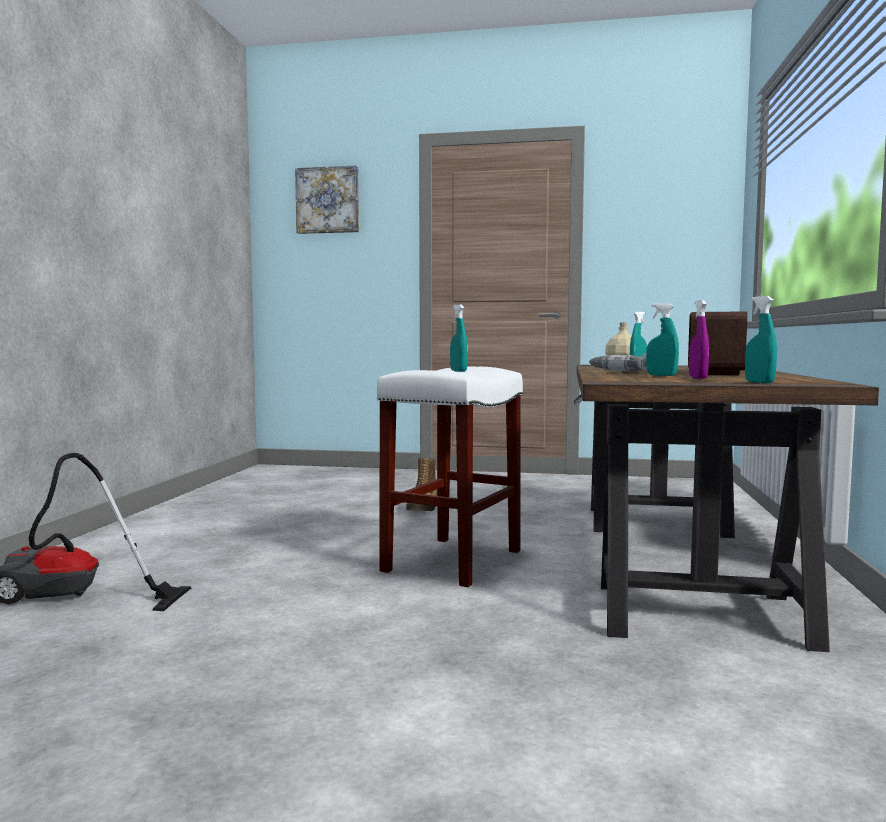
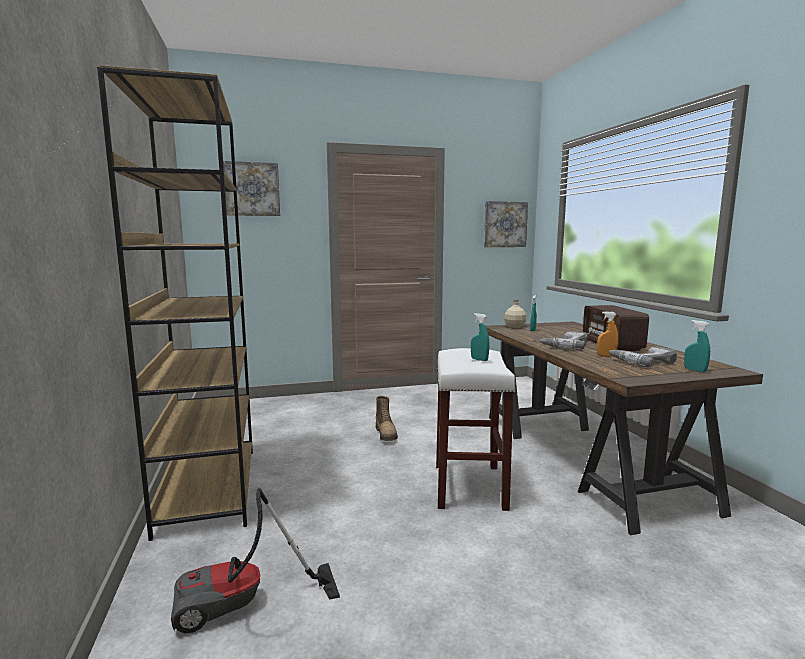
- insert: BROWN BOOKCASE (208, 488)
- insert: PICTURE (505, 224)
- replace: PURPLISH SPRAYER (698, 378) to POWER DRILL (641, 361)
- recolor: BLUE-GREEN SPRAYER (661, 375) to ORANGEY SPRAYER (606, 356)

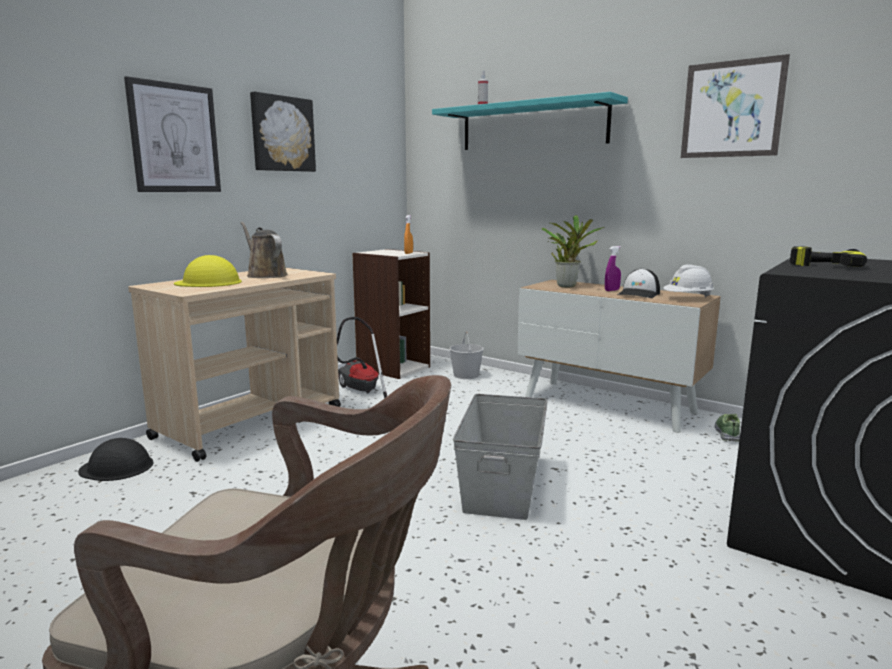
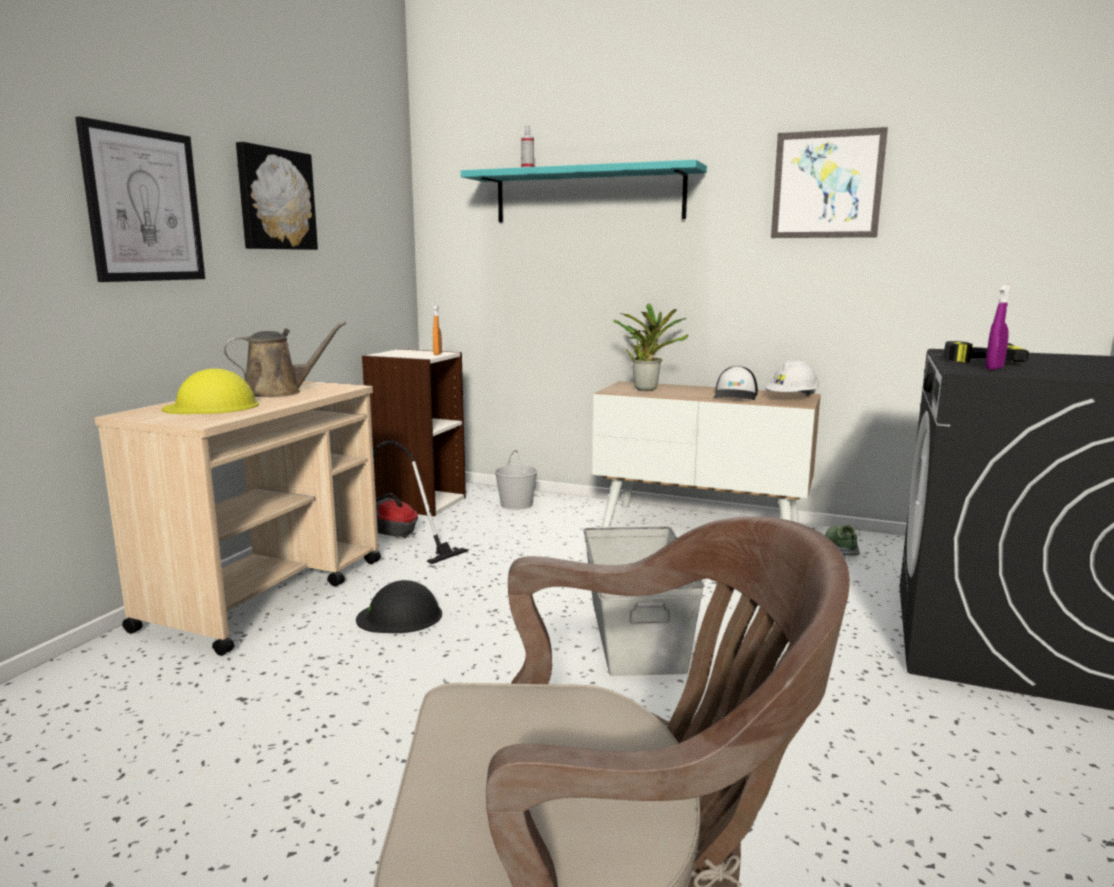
- move: BLACK-COLOURED WORK HELMET (117, 467) to (400, 616)
- move: PURPLISH SPRAYER (612, 290) to (994, 368)
- rotate: BROWN SPRINKLING CAN (265, 275) = (279, 392) 120 degrees clockwise

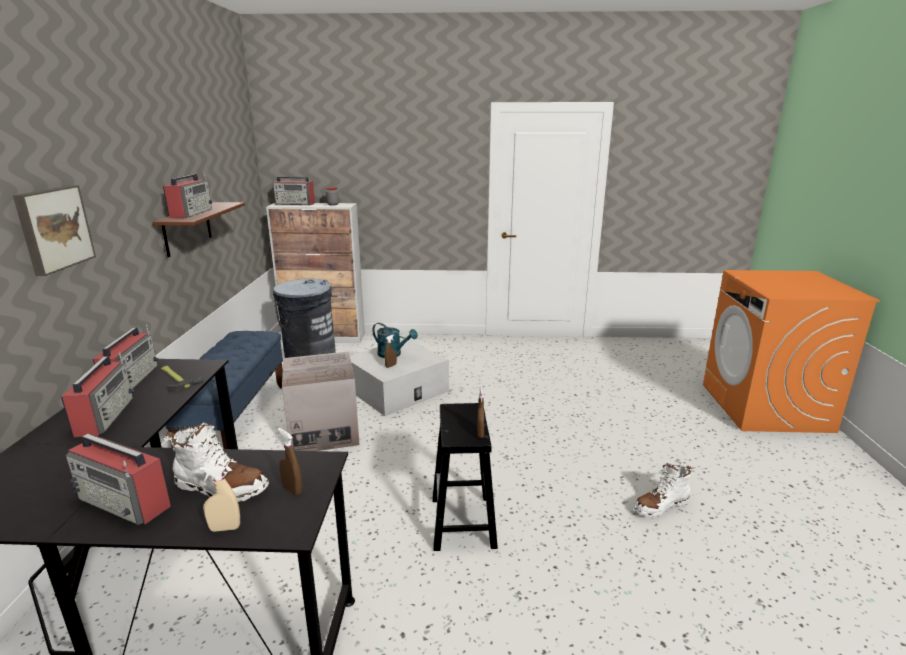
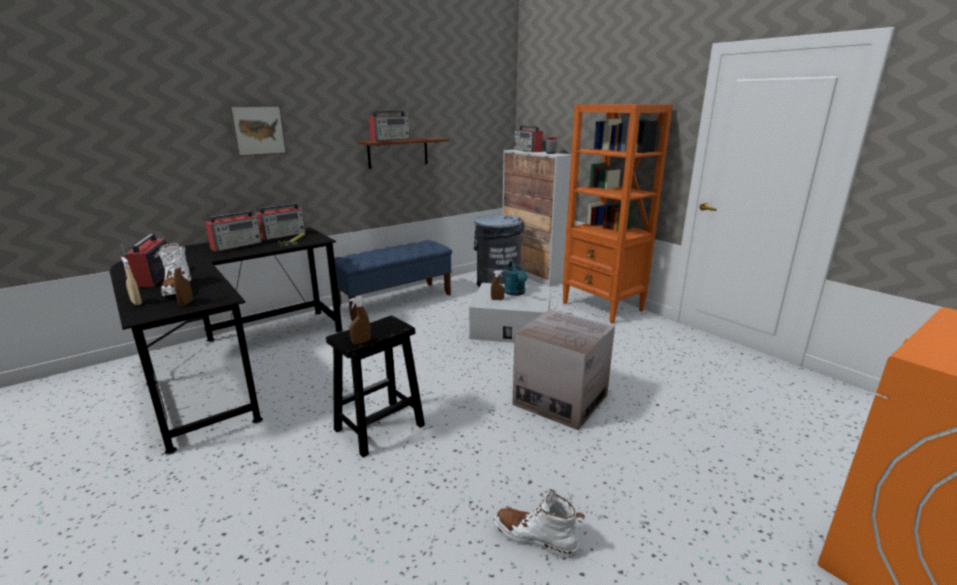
- insert: ORANGEY BOOKCASE (603, 307)
- move: CARTON (323, 432) to (560, 399)

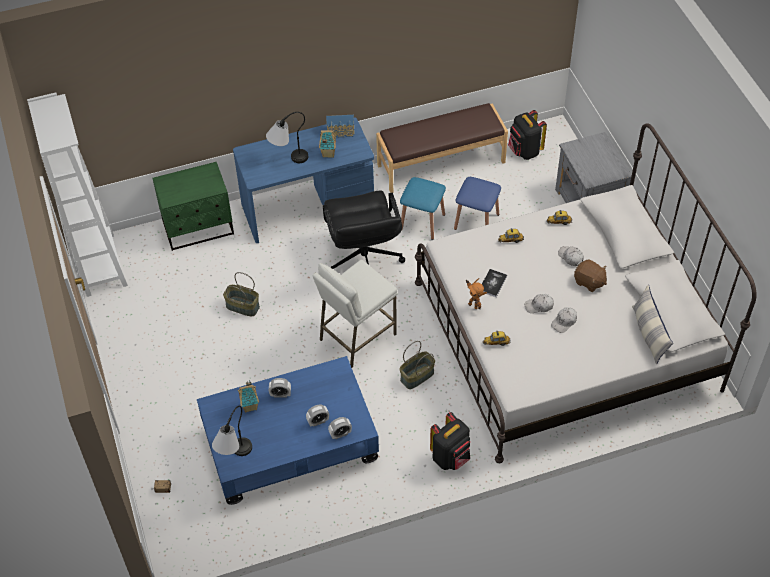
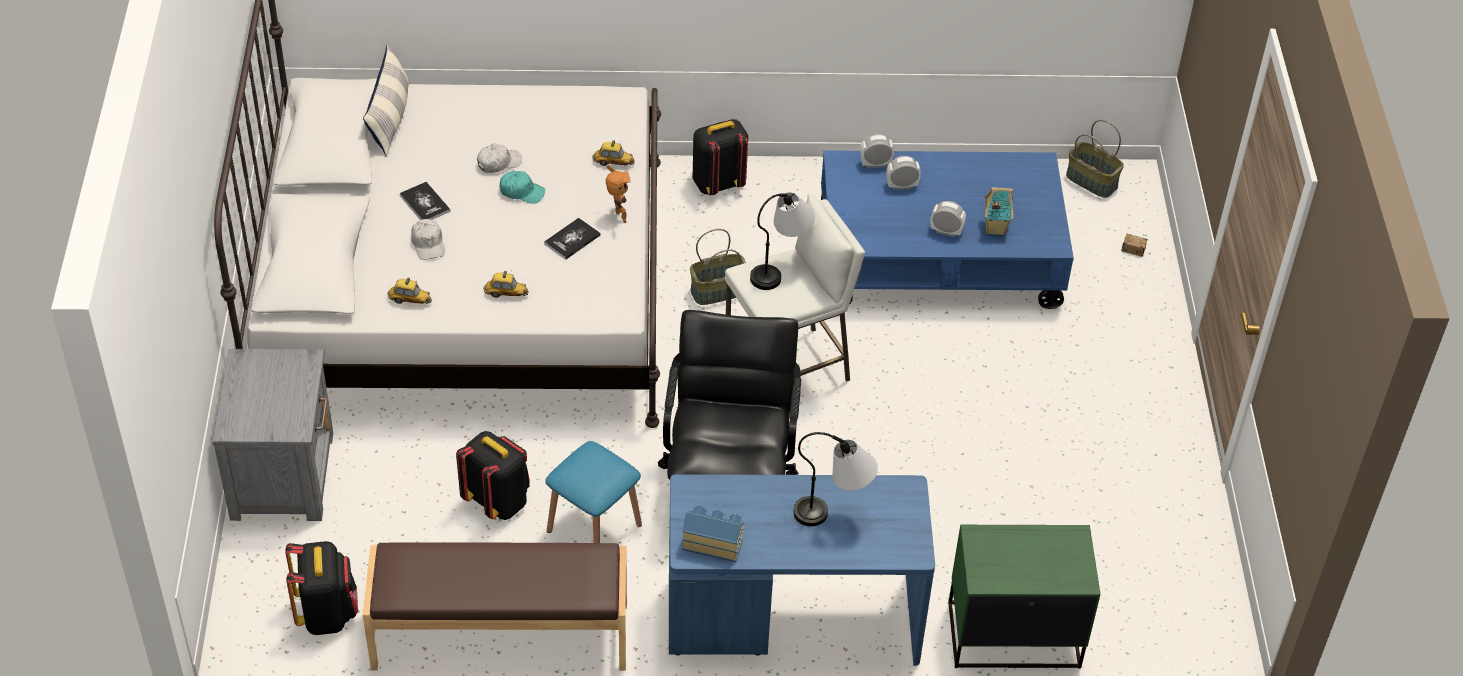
- delete: WHITISH BOOKCASE (100, 265)
- delete: TOY HOUSE (328, 153)
- move: LAMP FOR A TABLE (234, 458) to (781, 268)
- move: STORAGE BASKET (242, 307) to (1092, 181)
- replace: BLUE-COLOURED STOOL SEAT (476, 221) to BLACK-COLOURED BACKPACK (498, 501)
- replace: BROWN SOFT TOY (589, 282) to BOUND BOOK (425, 203)
- recolor: WHITISH BASEBALL CAP (539, 306) to BLUE-GREEN BASEBALL CAP (522, 192)

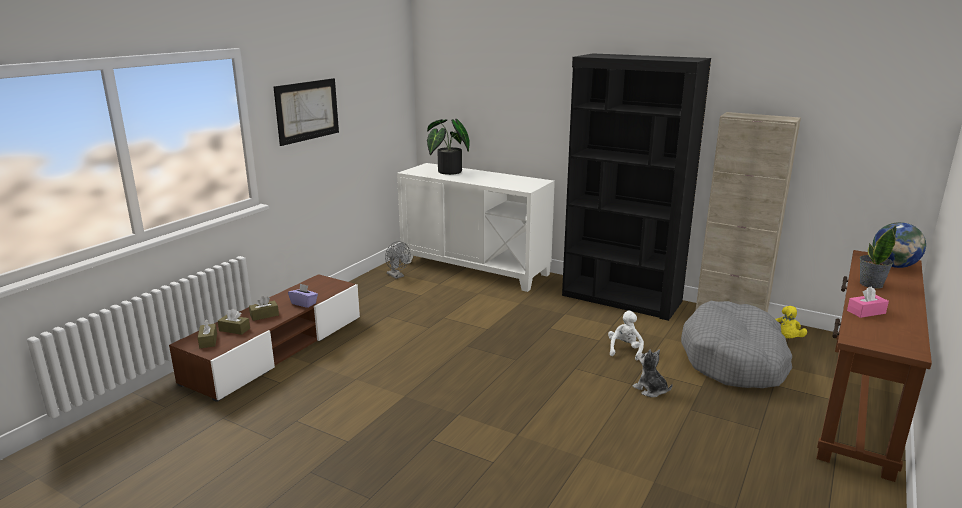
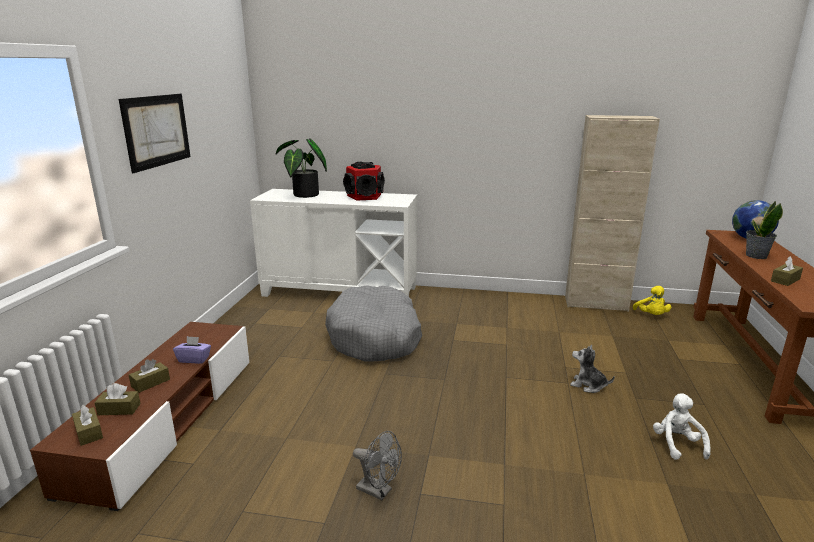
- delete: BLACK-COLOURED BOOKCASE (621, 299)
- insert: SPEAKER (365, 197)
- move: GREY COOLING FAN (397, 276) to (379, 491)
- move: WHITISH SOFT TOY (625, 350) to (677, 444)
- move: GREY PET BED (734, 360) to (375, 337)
- recolor: PINK TISSUE BOX (866, 312) to BROWN TISSUE BOX (785, 280)

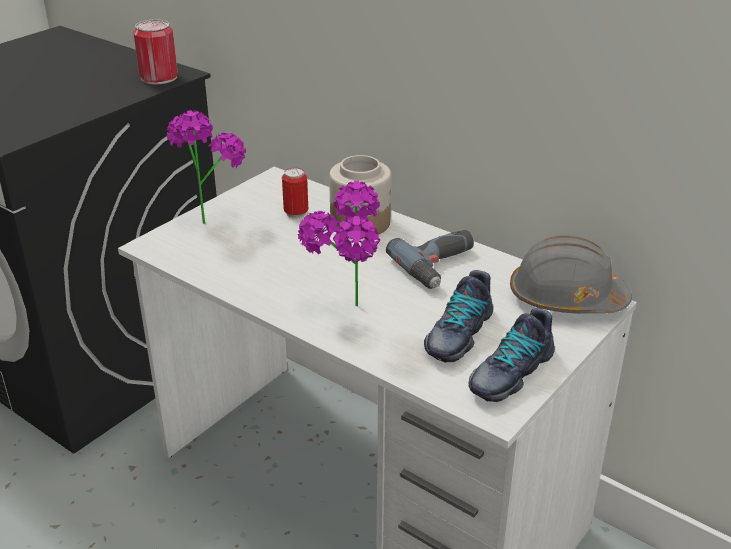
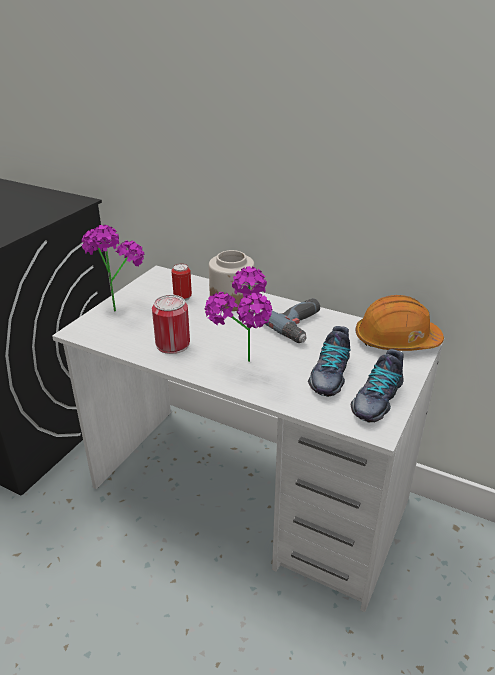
- move: METAL CAN (159, 77) to (173, 344)
- recolor: GREY WORK HELMET (566, 299) to ORANGEY WORK HELMET (396, 341)

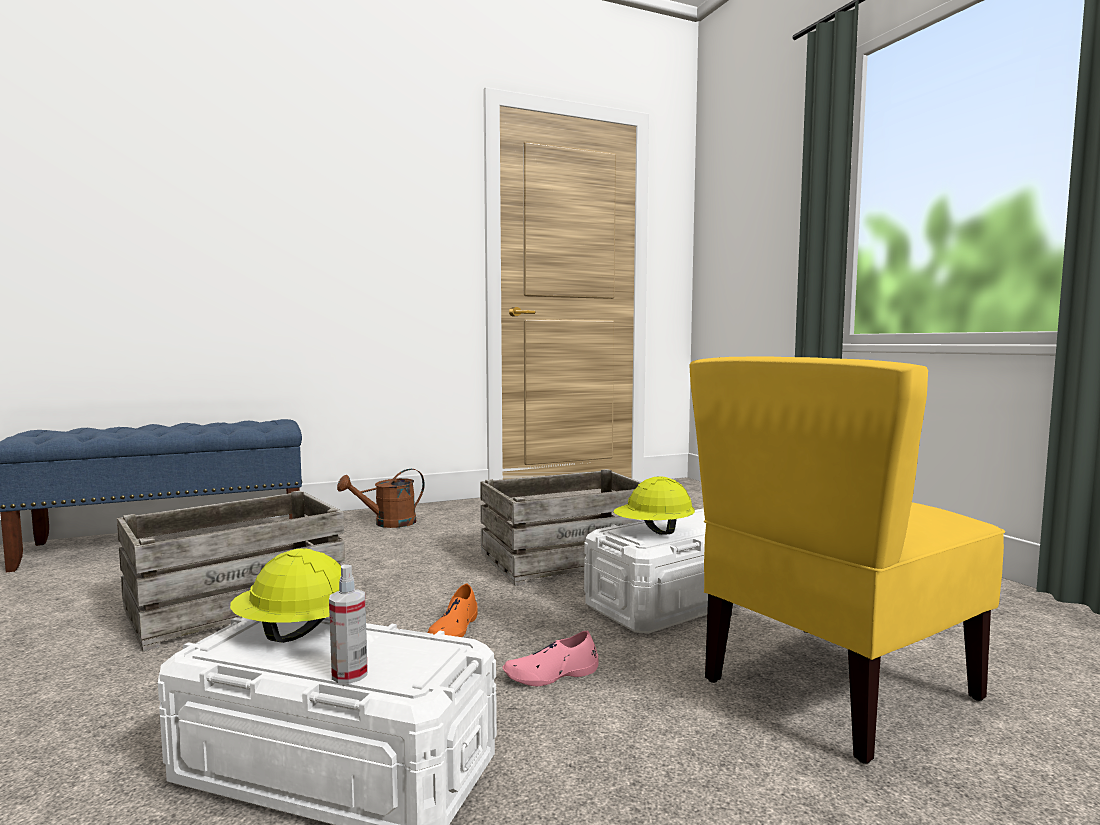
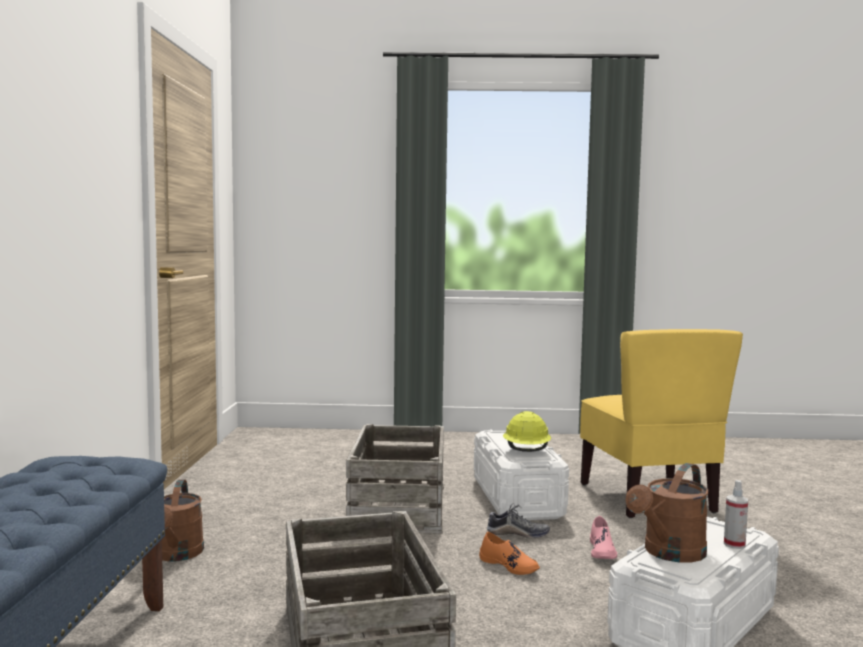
- insert: LOW SHOE (517, 534)
- replace: YELLOW-COLOURED WORK HELMET (295, 633) to BROWN SPRINKLING CAN (669, 554)

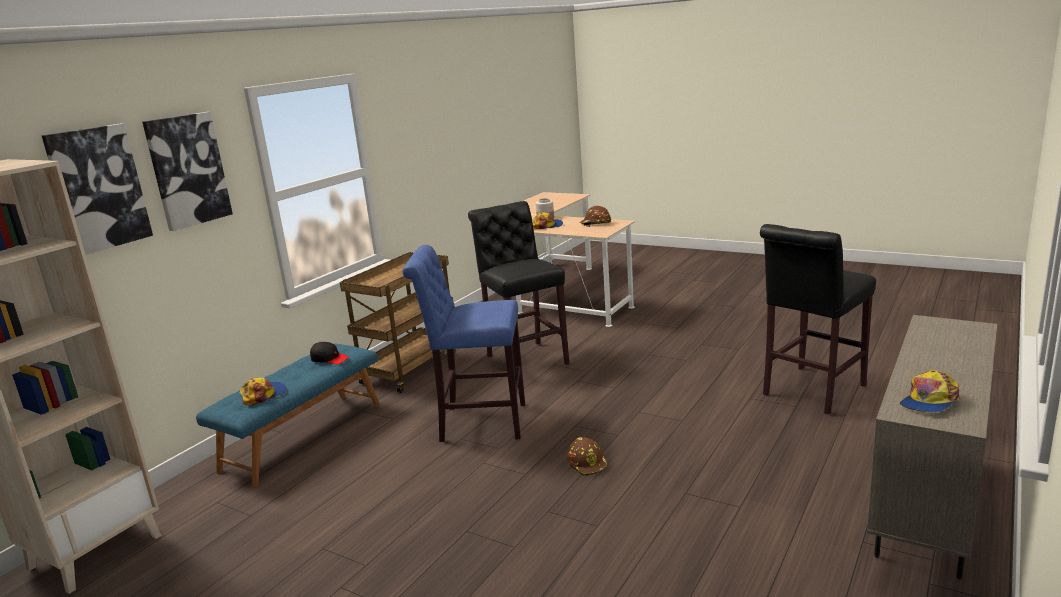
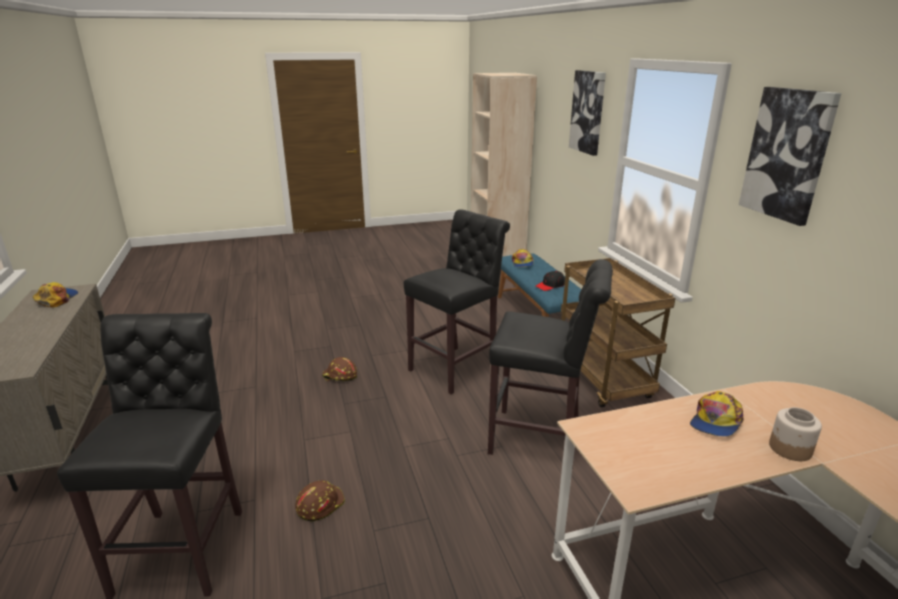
- move: PICTURE (98, 188) to (787, 154)
- move: BROWN WORK HELMET (595, 224) to (320, 504)
- recolor: BLUE-COLOURED STOOL SEAT (478, 423) to BLACK-COLOURED STOOL SEAT (456, 368)

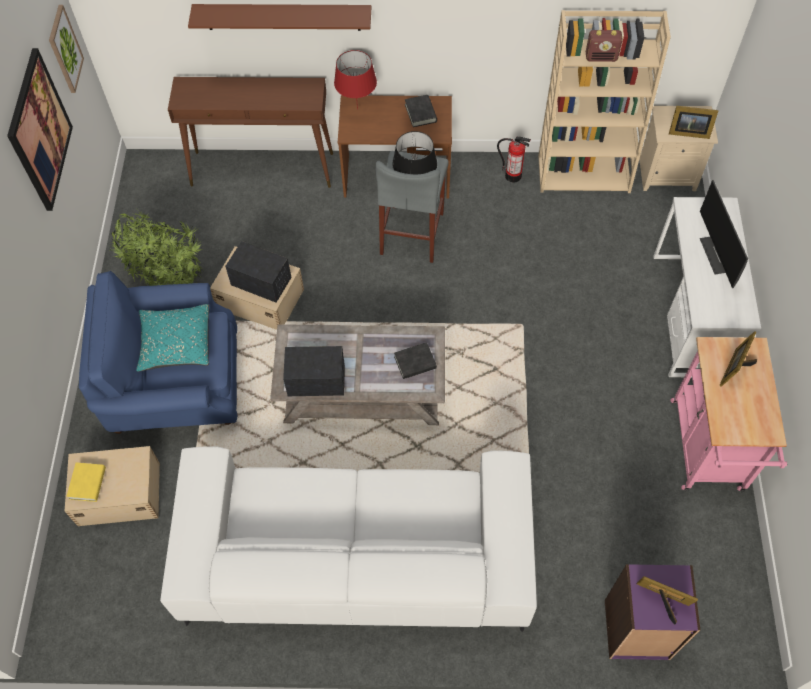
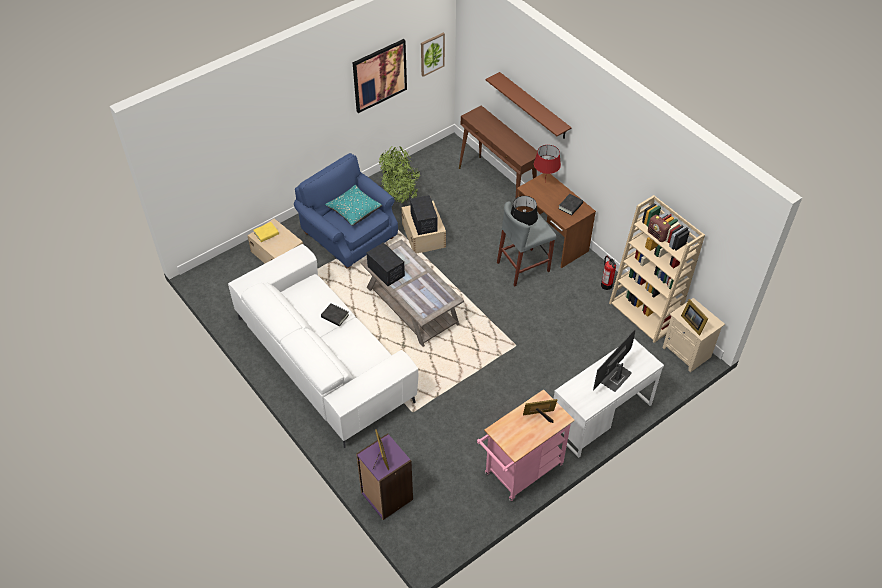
- move: BLACK-COLOURED BOUND BOOK (415, 363) to (335, 316)

